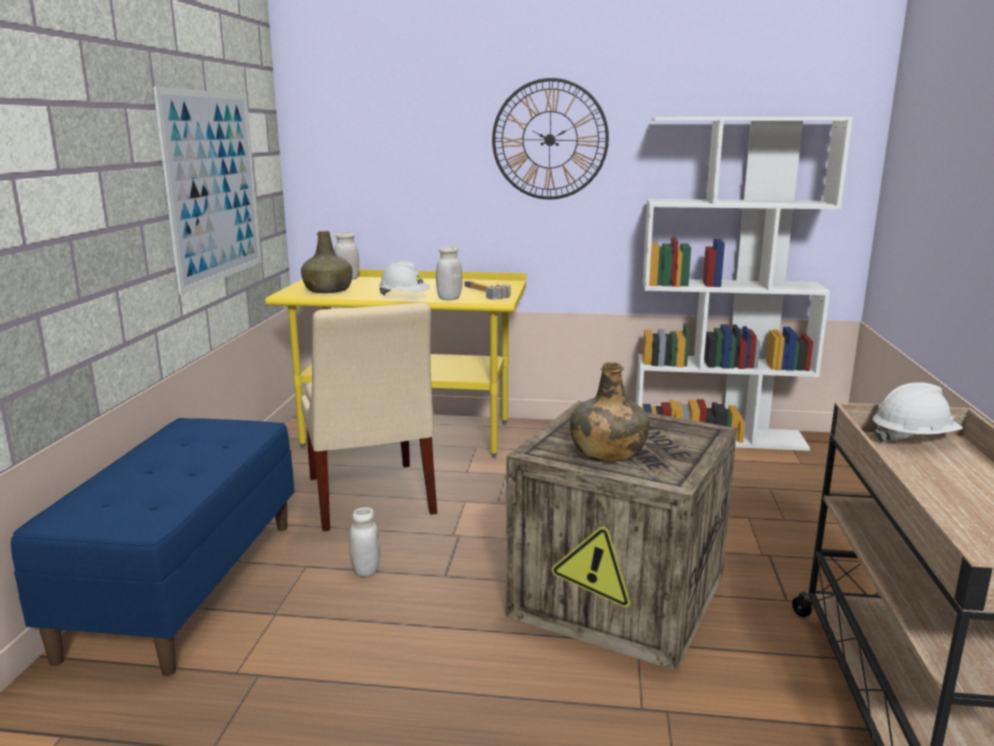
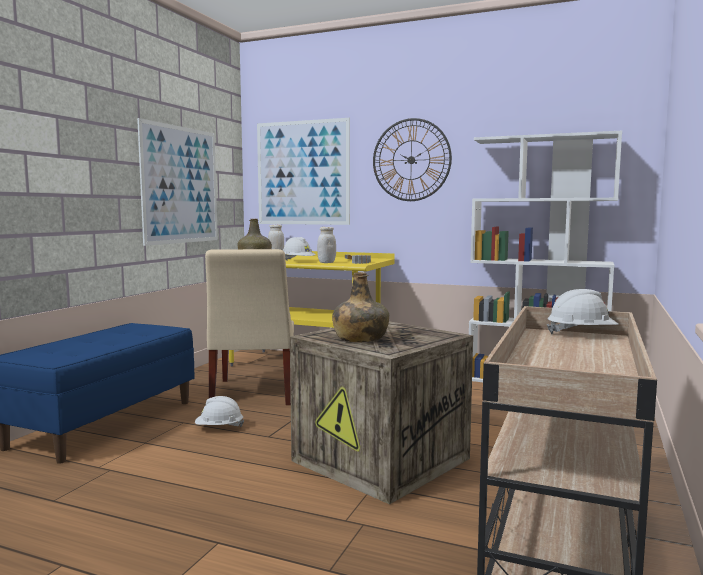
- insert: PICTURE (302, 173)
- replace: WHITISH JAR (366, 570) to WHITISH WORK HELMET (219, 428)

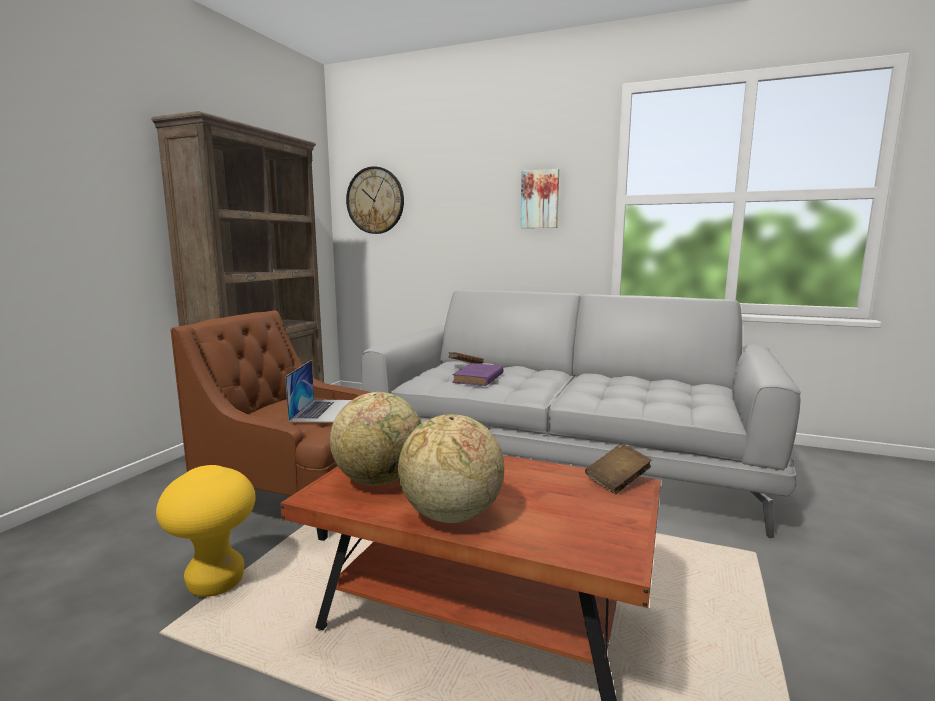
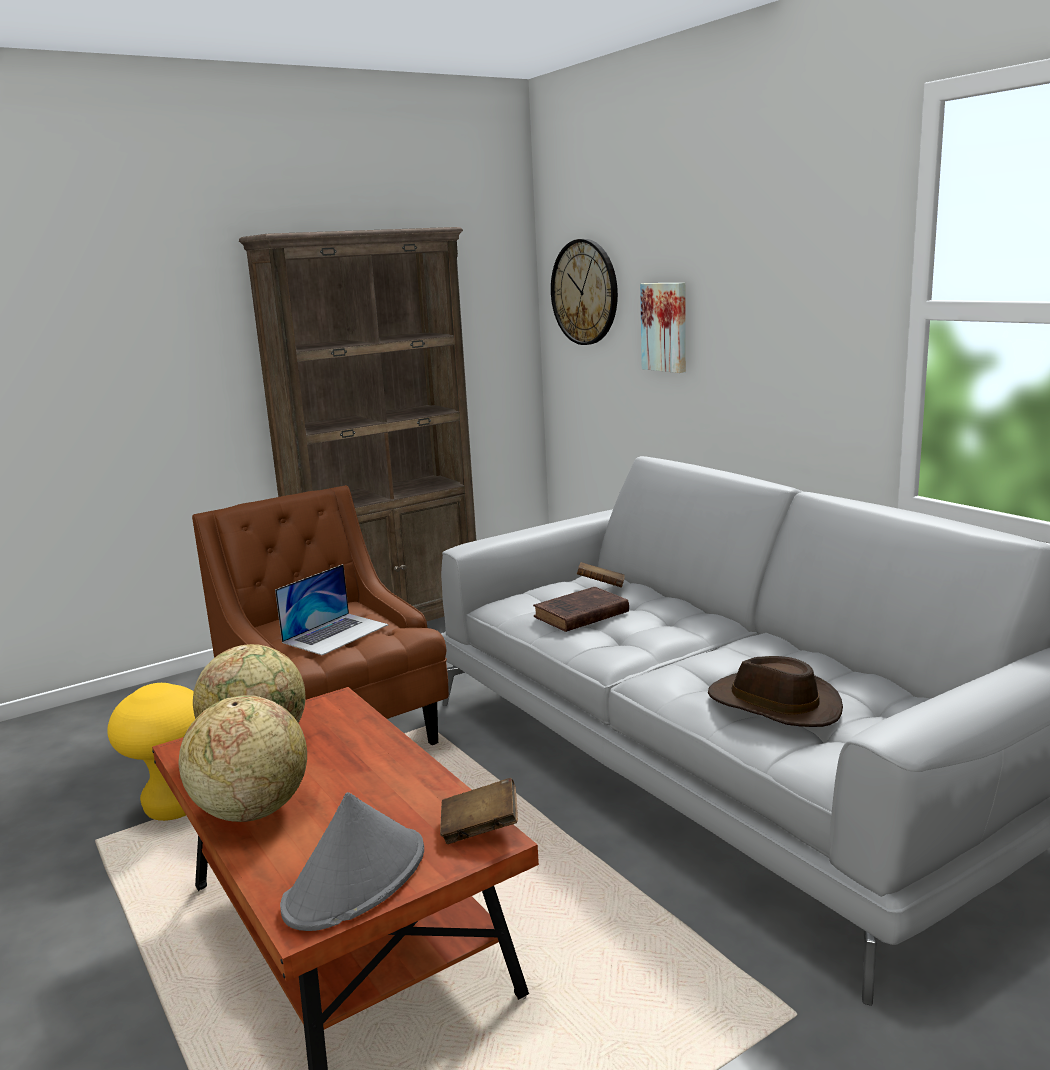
- insert: GREY HAT (356, 879)
- insert: BROWN HAT (773, 705)
- move: PICTURE (540, 199) to (666, 327)
- recolor: PURPLISH BOUND BOOK (478, 378) to BROWN BOUND BOOK (579, 615)

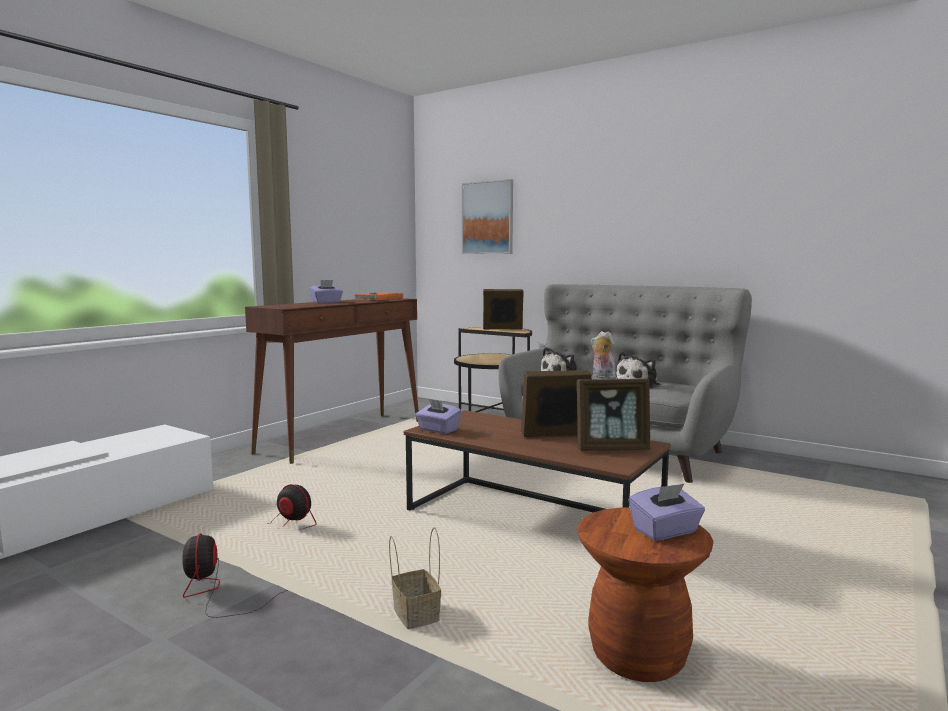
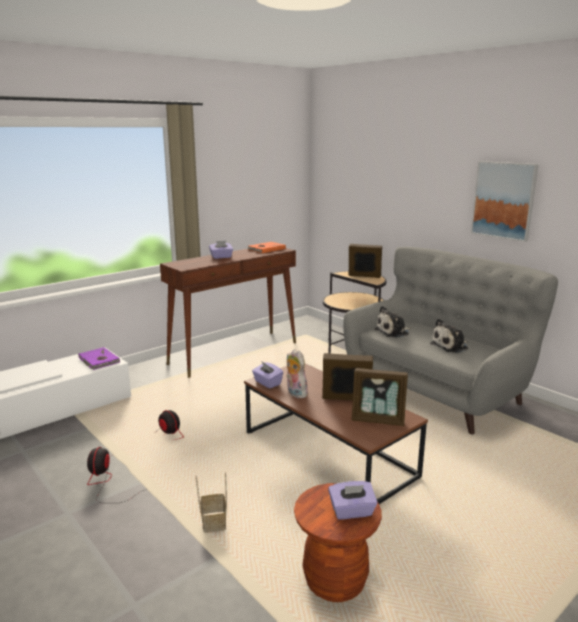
- insert: PURPLISH BOUND BOOK (98, 360)
- move: PICTURE (488, 218) to (504, 200)
- move: SOFT TOY (602, 377) to (295, 393)

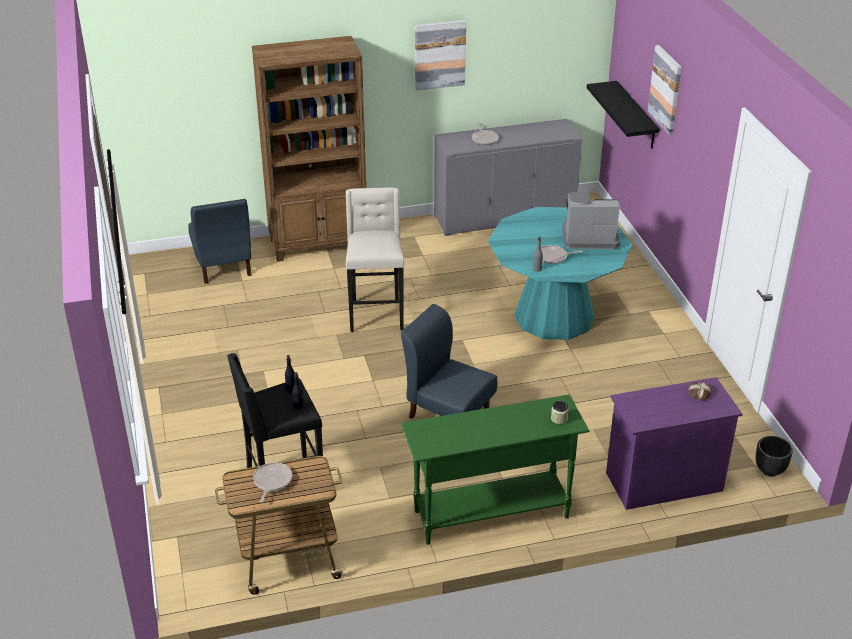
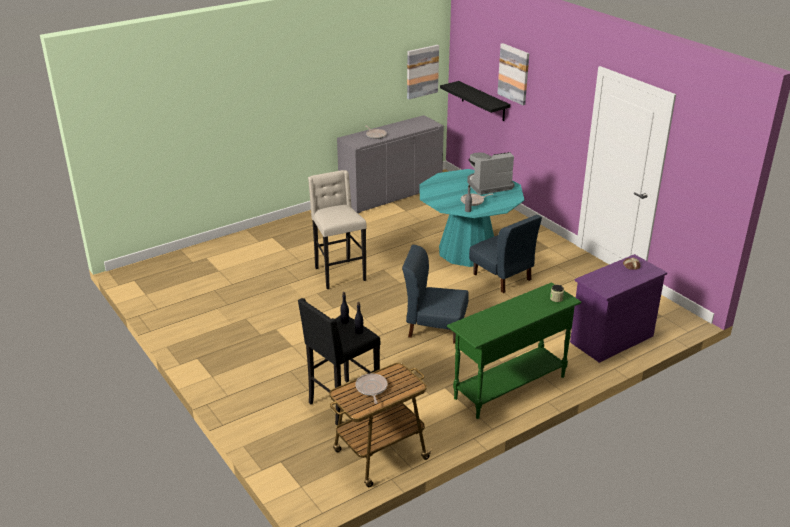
- delete: BROWN BOOKCASE (319, 244)
- delete: BLACK-COLOURED FLOWER POT (770, 470)
- move: BLUE-COLOURED PLAIN CHAIR (223, 266) to (502, 277)
- move: PICTURE (440, 54) to (422, 71)

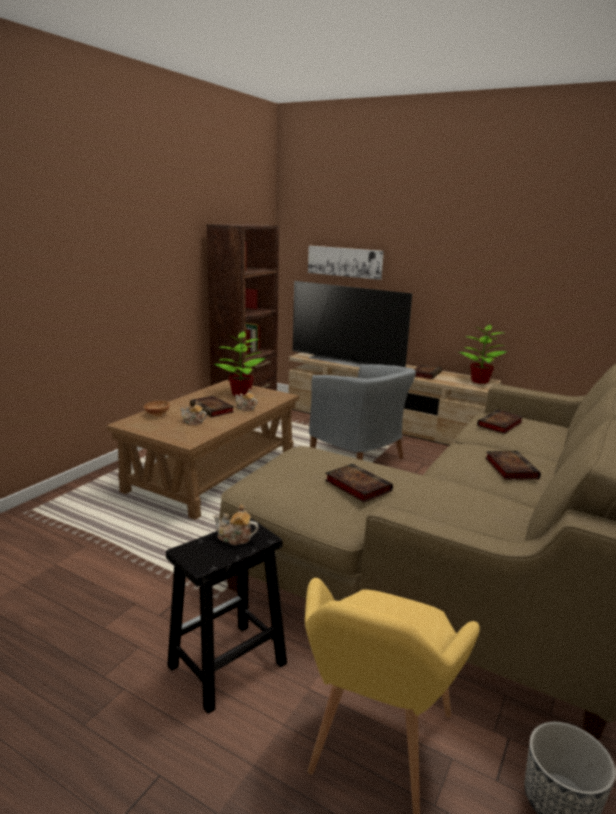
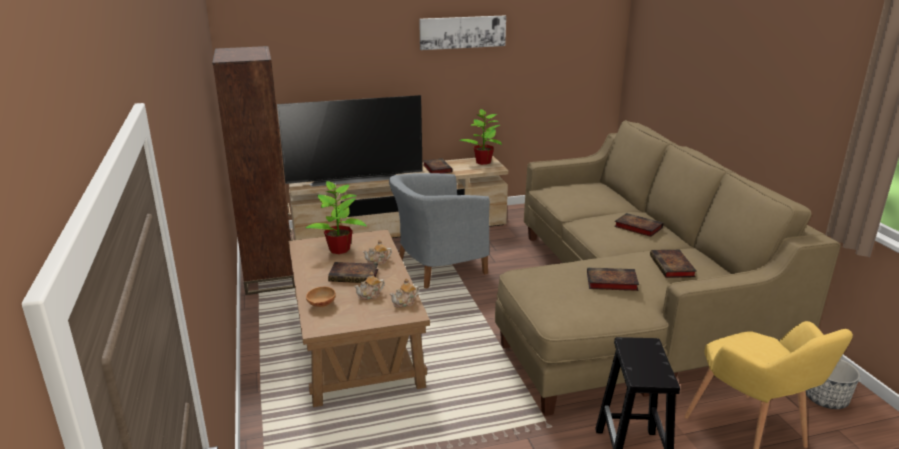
- move: TEAPOT (235, 538) to (405, 303)
- move: PICTURE (345, 262) to (462, 32)
- move: BOUND BOOK (499, 425) to (673, 267)
- rotate: GREY ARMCHAIR (360, 457) = (437, 267) 150 degrees clockwise

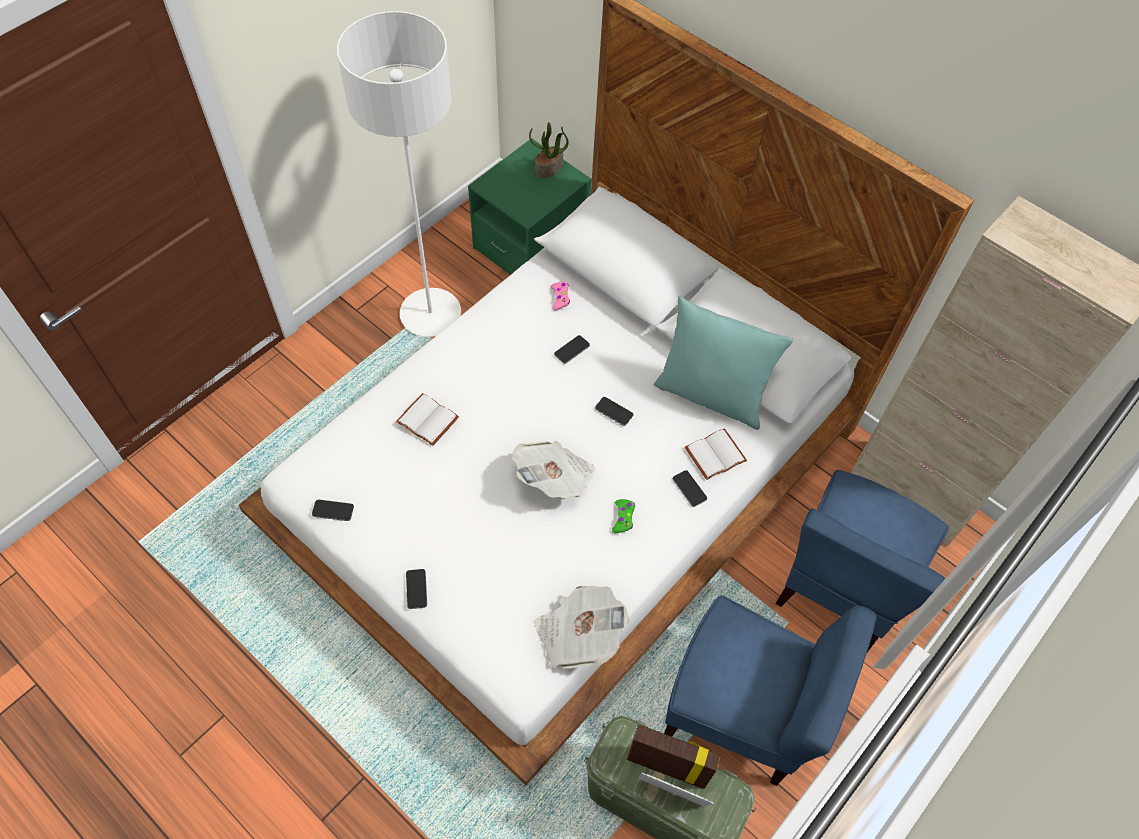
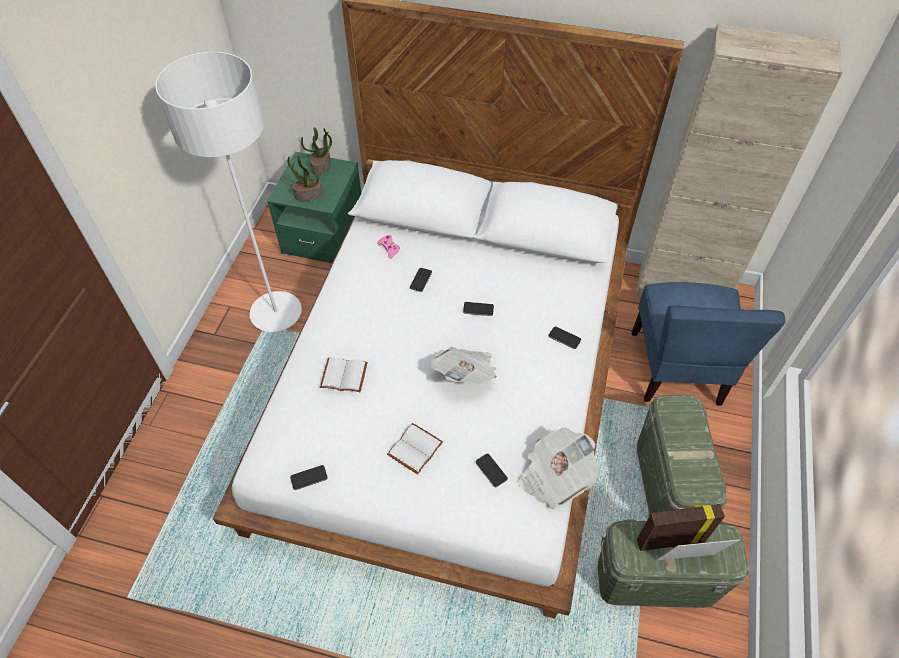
- delete: GREENISH GAMEPAD (623, 518)
- delete: BLUE-GREEN CUSHION (711, 395)
- insert: HOUSEPLANT (308, 195)
- move: TELEPHONE (416, 589) to (491, 471)
- move: WHITISH BOUND BOOK (715, 453) to (414, 447)
- replace: BLUE-COLOURED PLAIN CHAIR (739, 711) to GREENISH STORAGE BOX (667, 486)

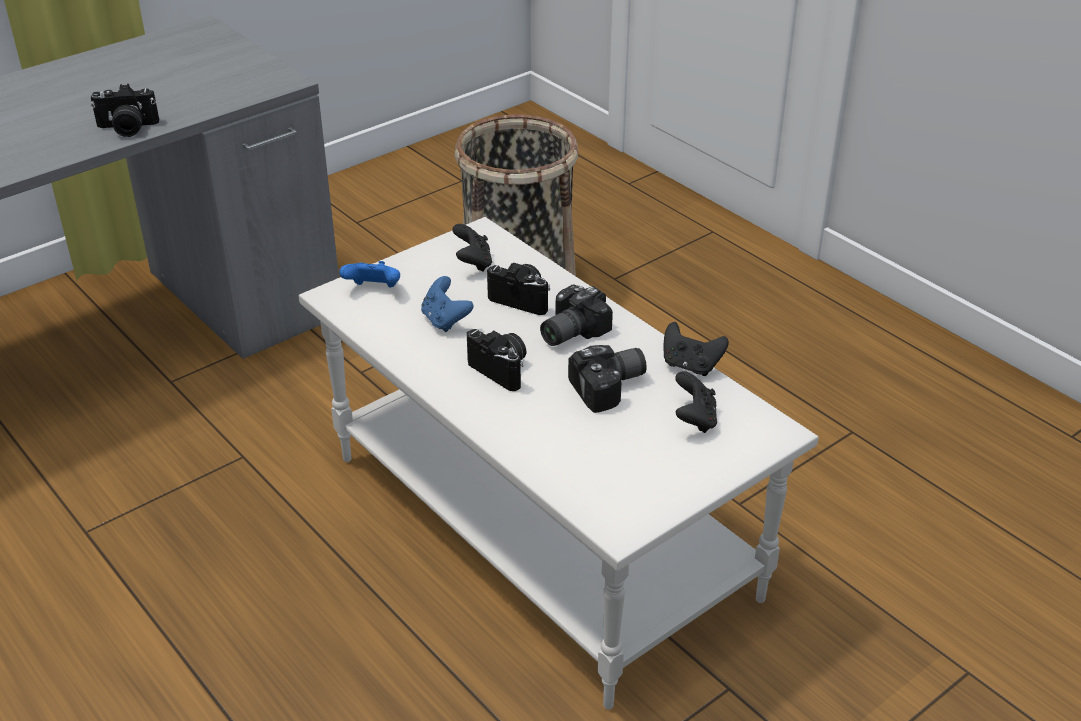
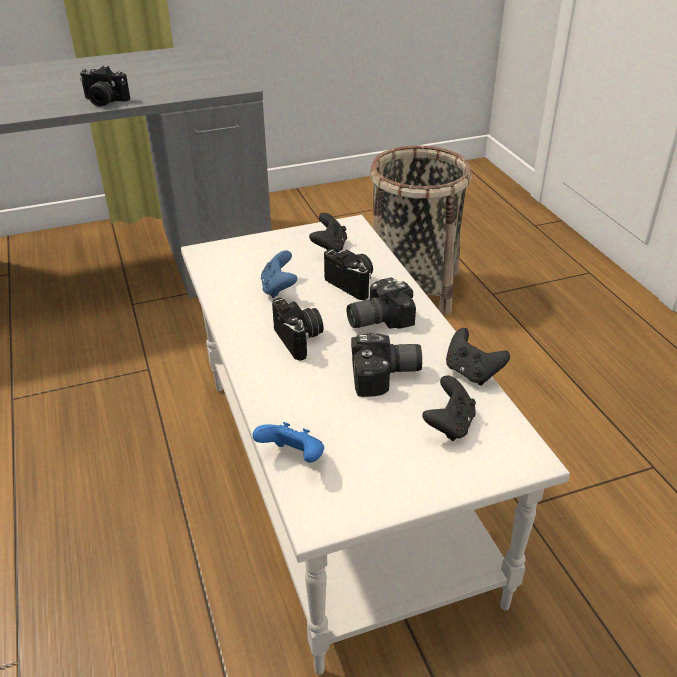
- move: BLUE-COLOURED GAMEPAD (374, 290) to (293, 458)

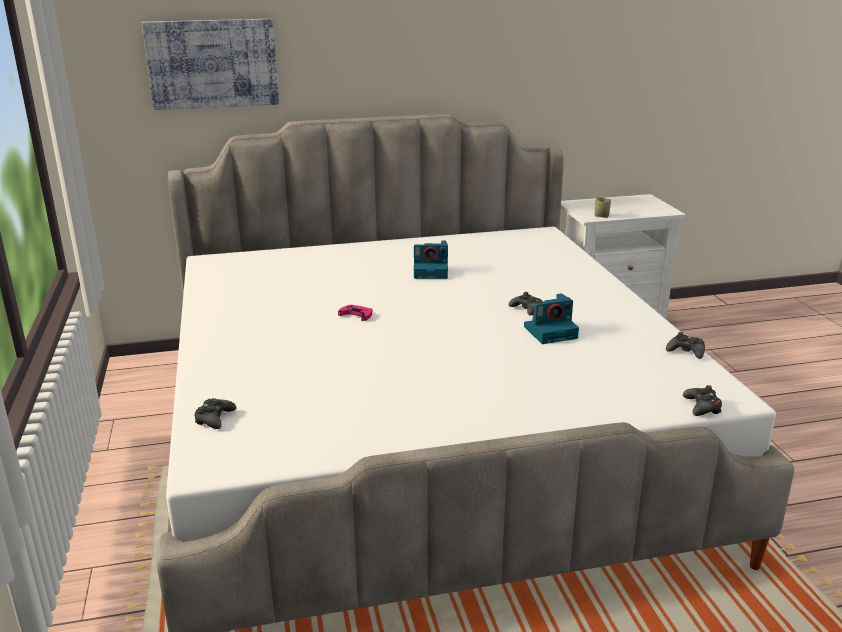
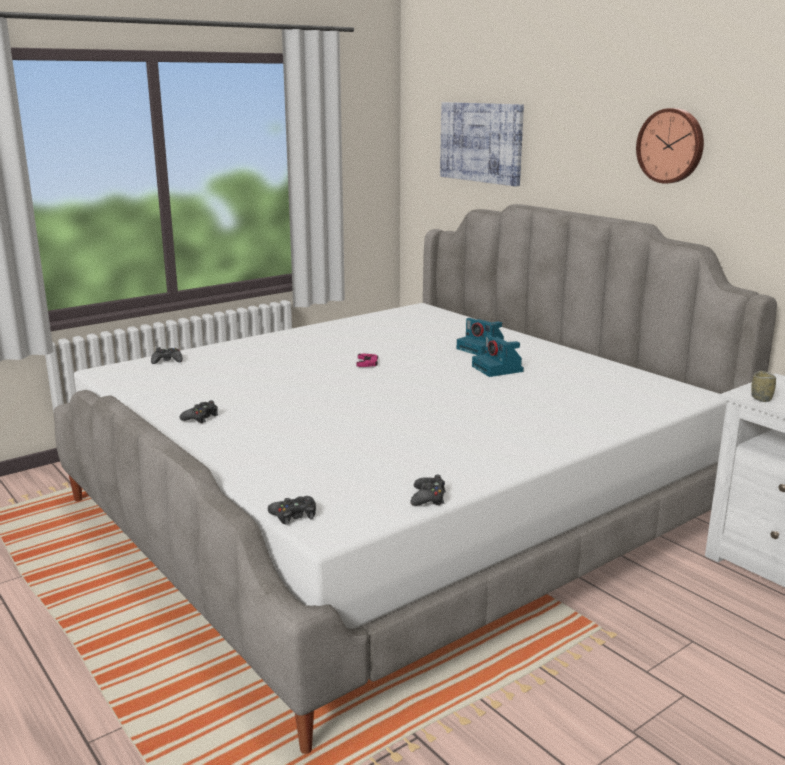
- insert: HANGING CLOCK (671, 146)
- move: BLACK-COLOURED GAMEPAD (527, 309) to (201, 417)
- move: STILL CAMERA (551, 332) to (481, 349)

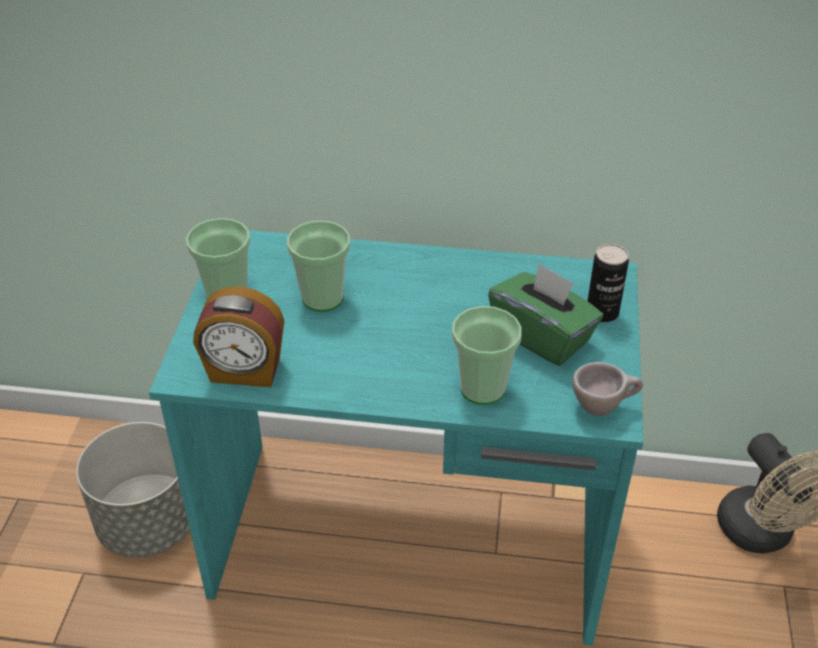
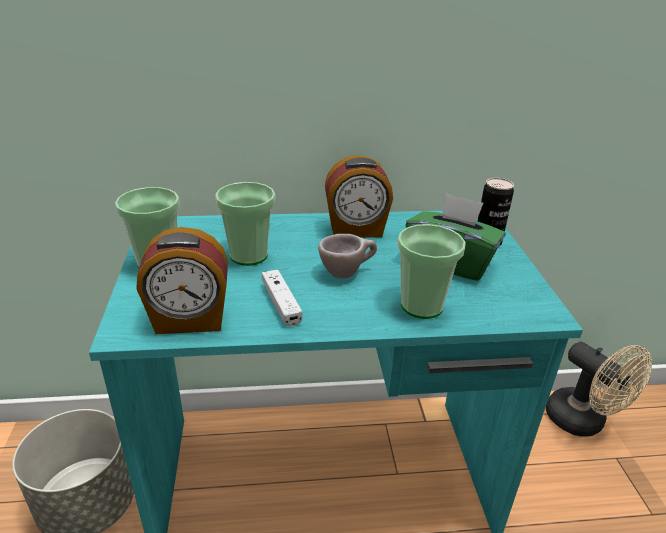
- insert: WHITISH GAMEPAD (281, 304)
- insert: ALARM CLOCK (356, 230)
- move: BEIGE-COLOURED DRINKING CUP (603, 407) to (346, 272)

